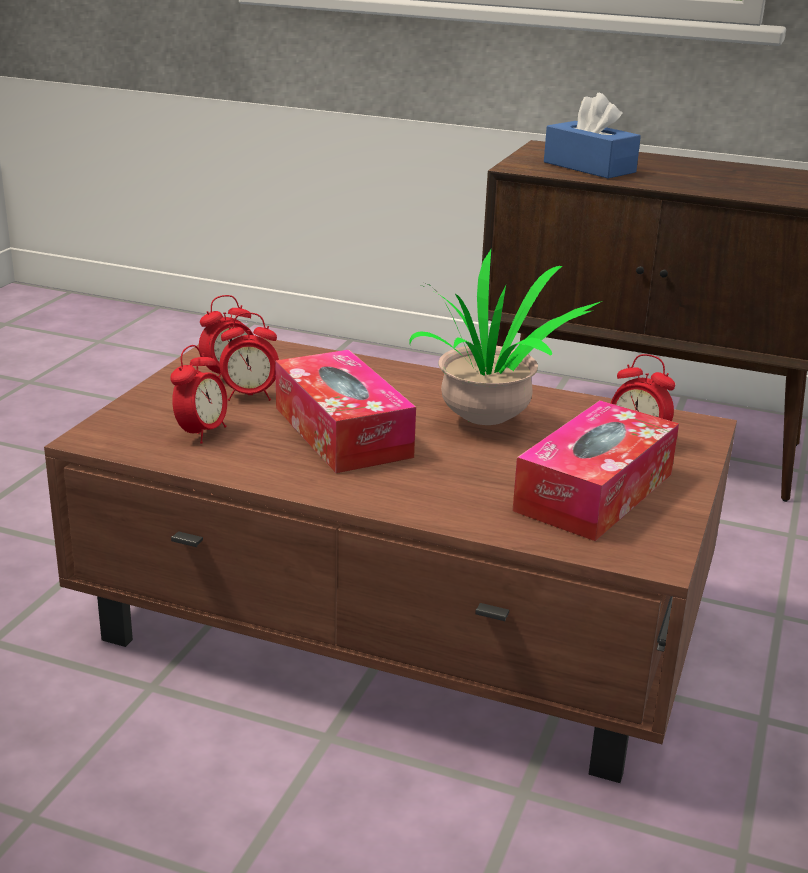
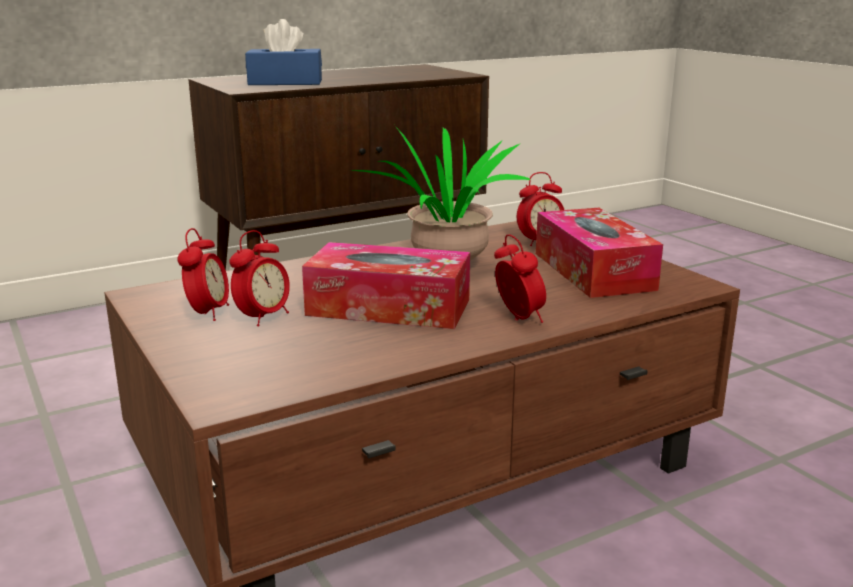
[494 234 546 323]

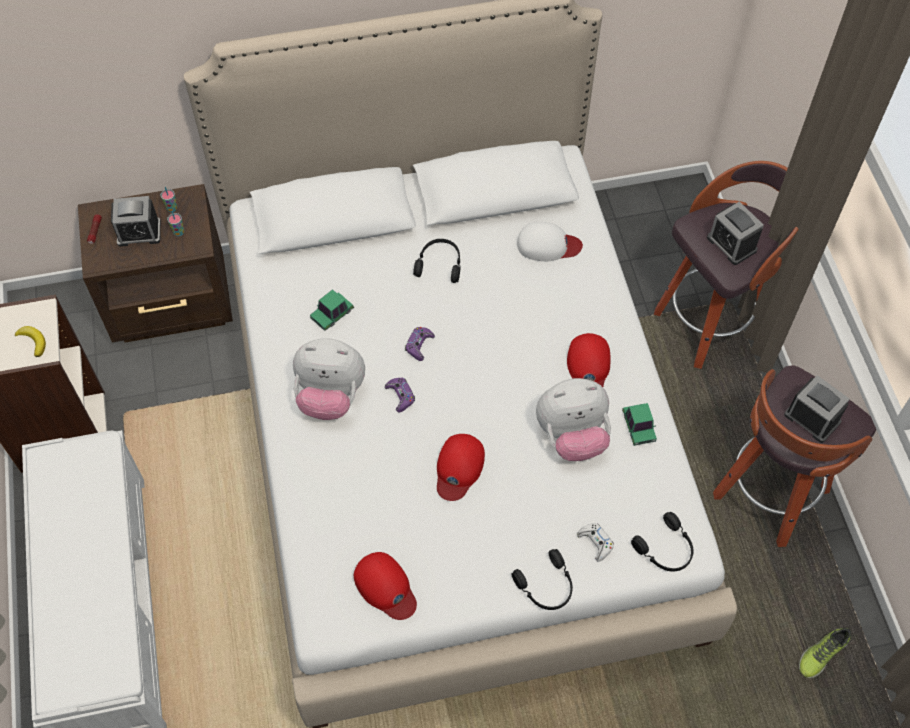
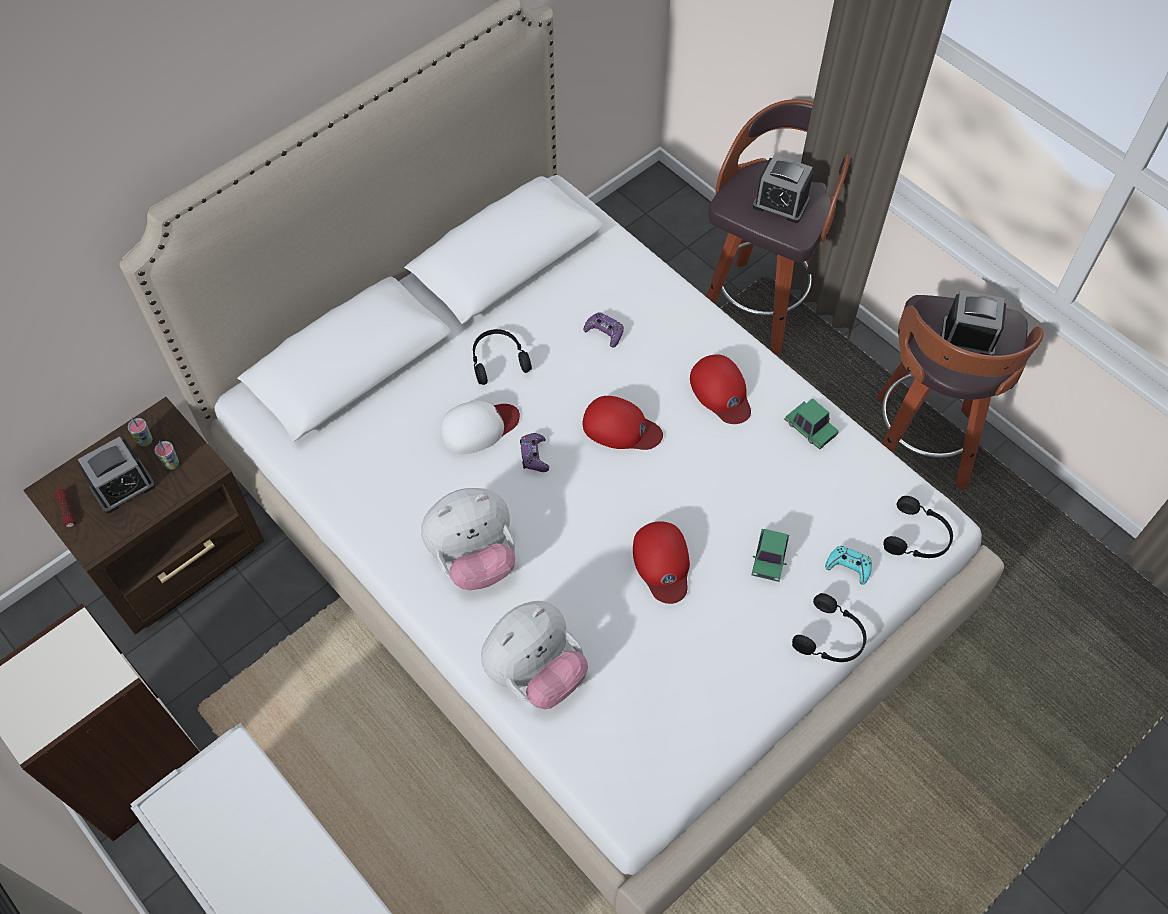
[441 401 520 454]
[752 529 789 582]
[15 326 46 357] (first image)
[583 312 624 348]
[481 601 588 709]
[825 546 872 585]
[583 396 663 450]
[799 628 851 678] (first image)

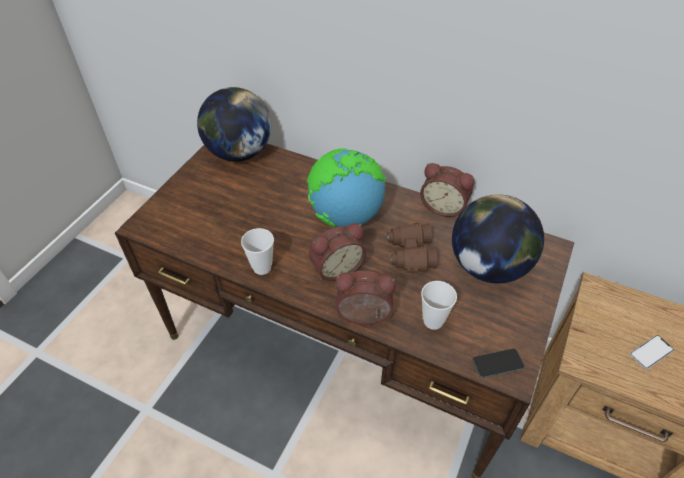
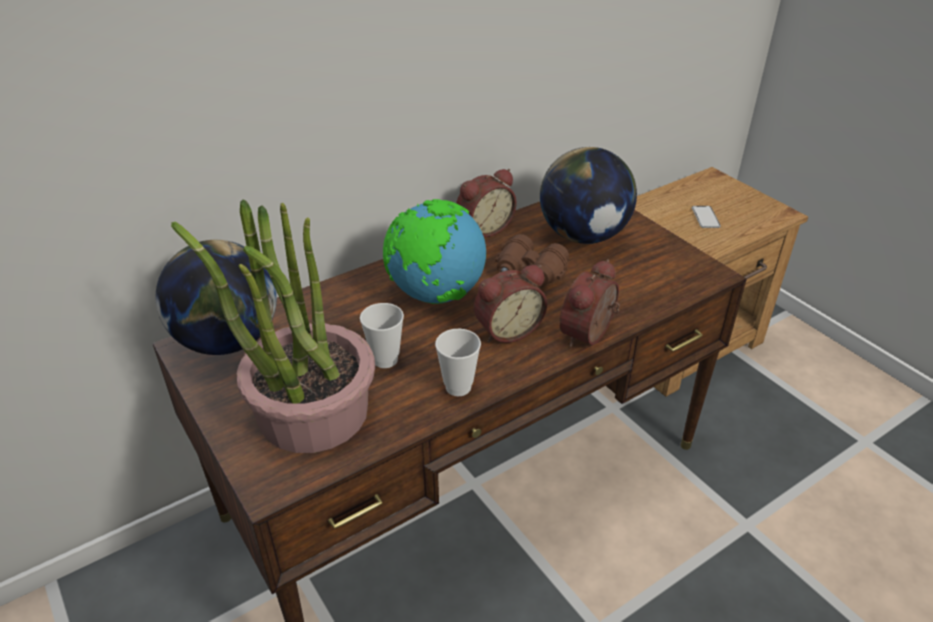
[474 265 547 343]
[360 303 404 368]
[472 348 525 378] (first image)
[171 200 375 453]

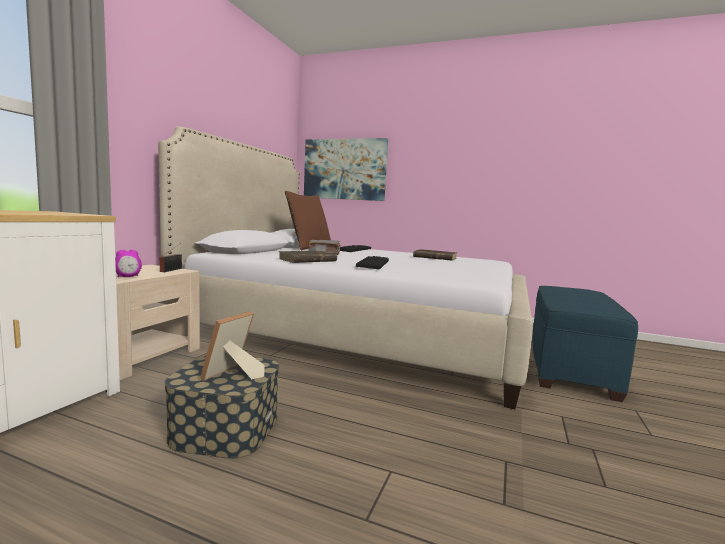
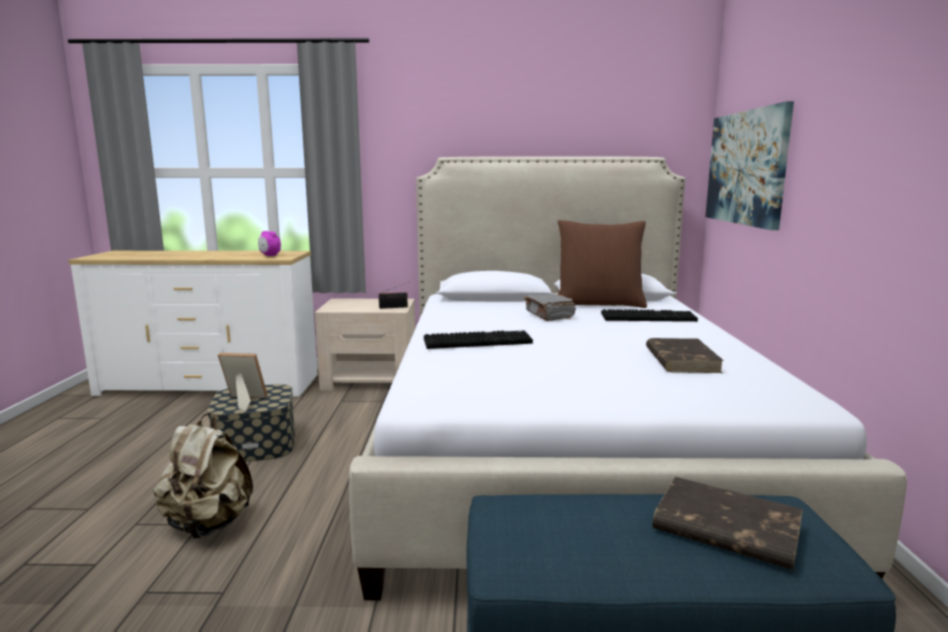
[258 231 281 256]
[652 477 803 570]
[153 413 253 539]

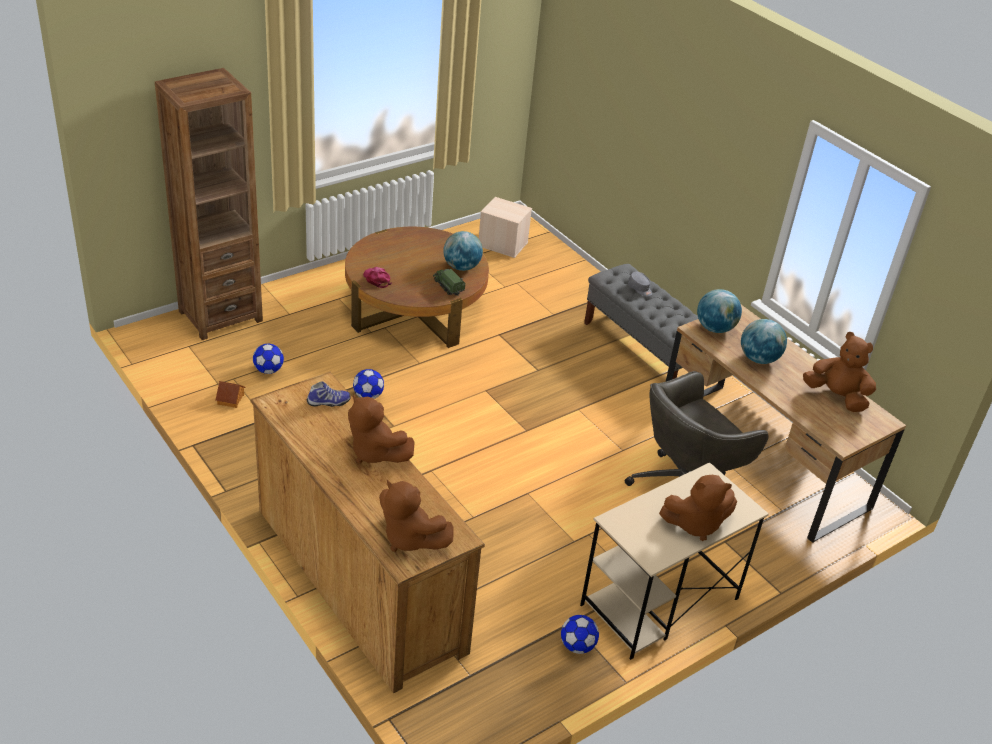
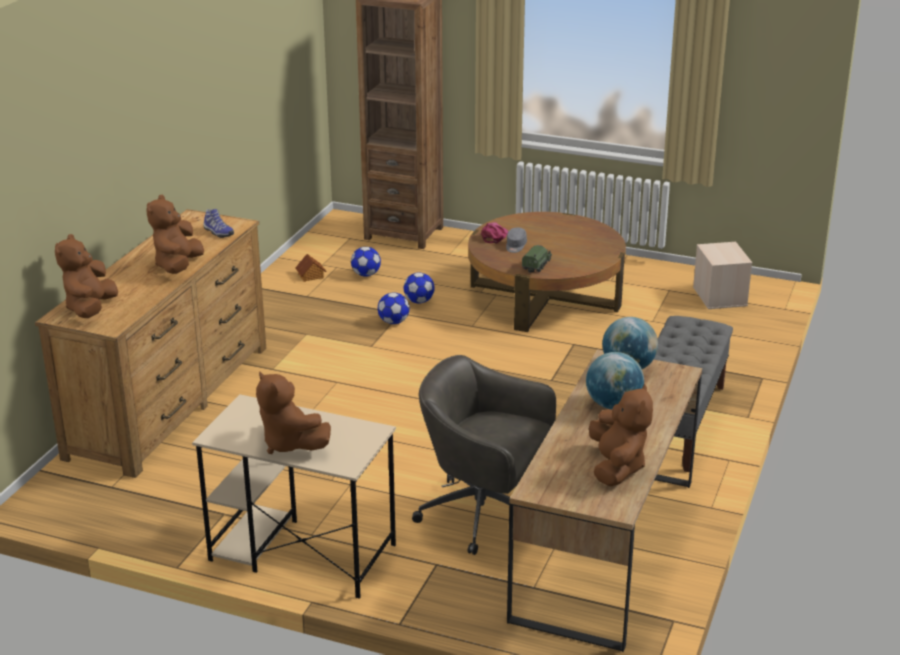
[444 231 483 271] (first image)
[506 227 527 253]
[404 272 435 303]

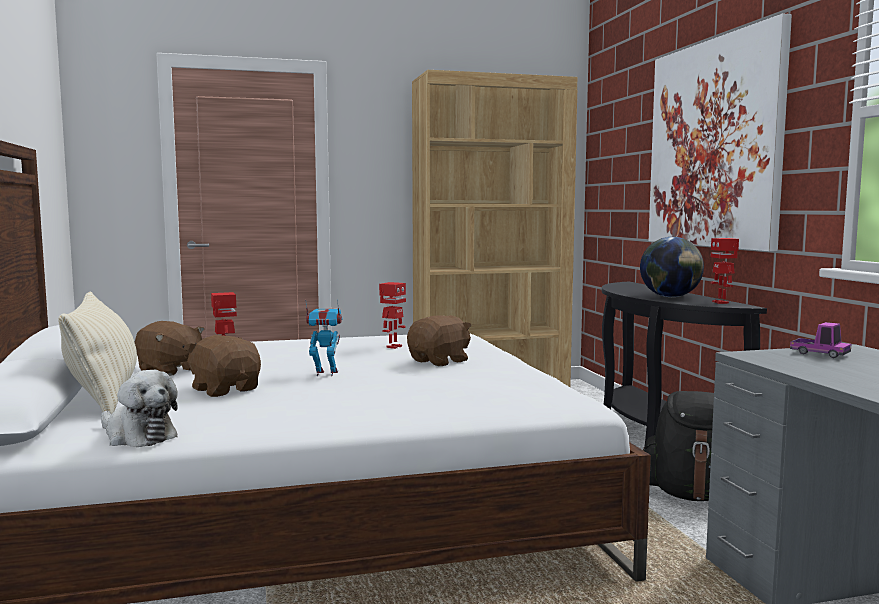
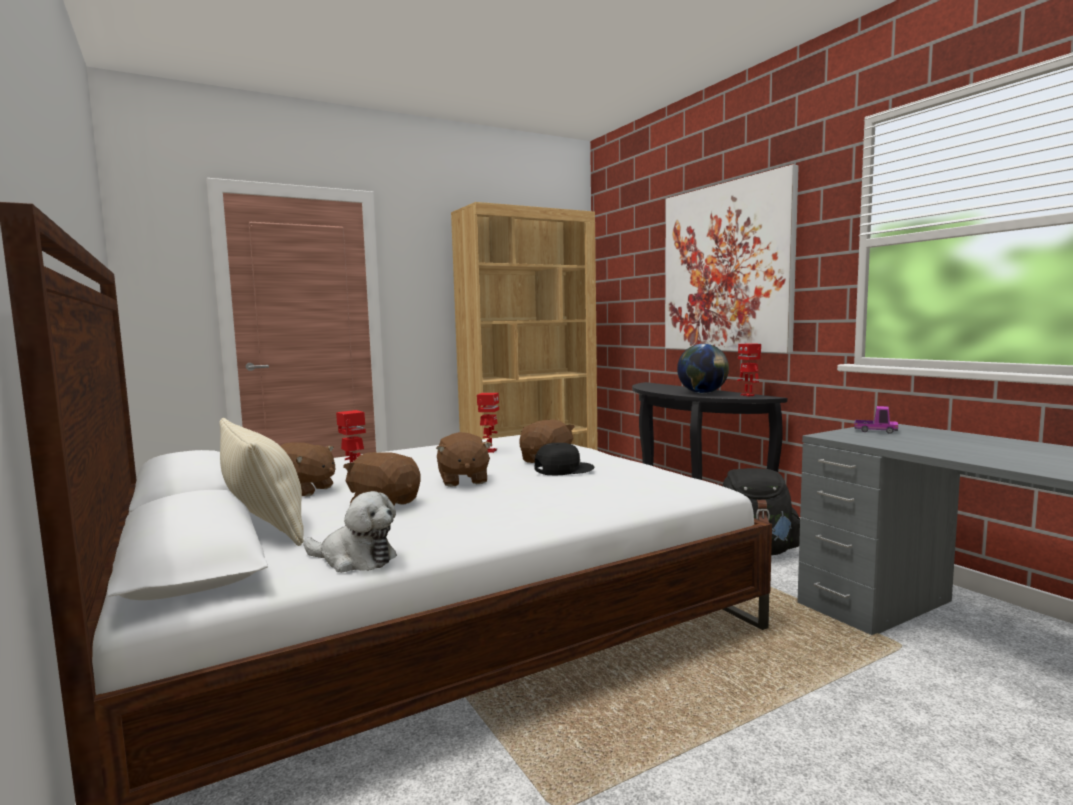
[436 432 492 487]
[535 443 594 475]

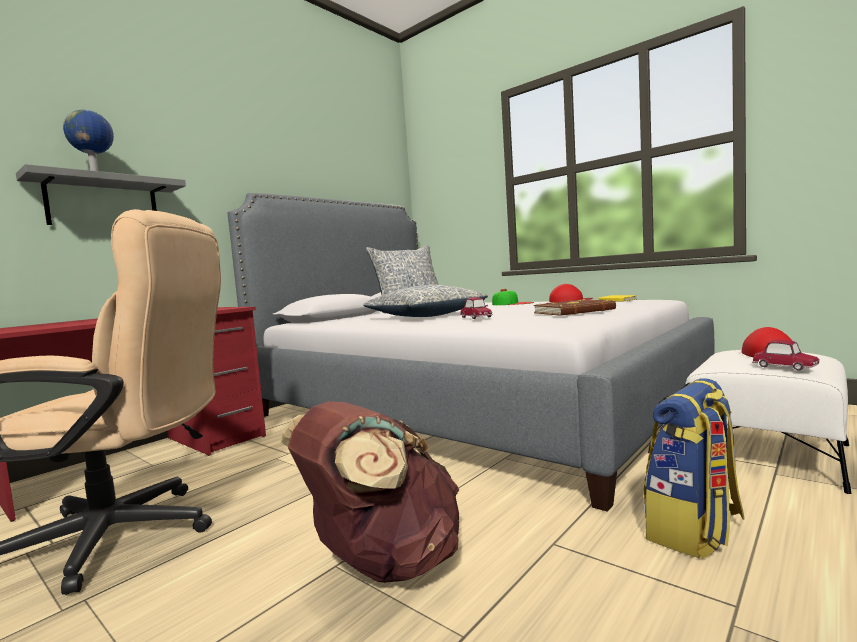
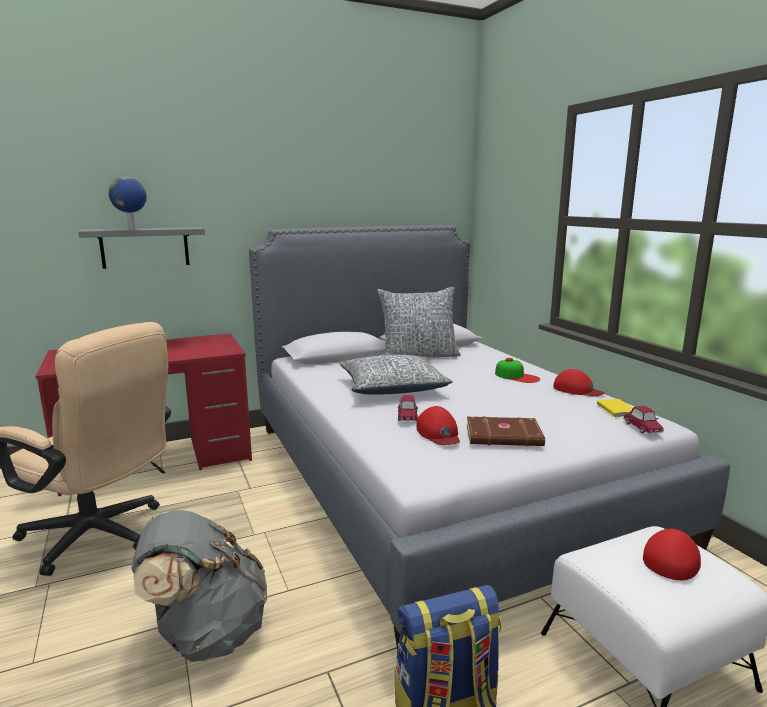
[623 406 664 434]
[131 510 267 662]
[416 406 460 445]

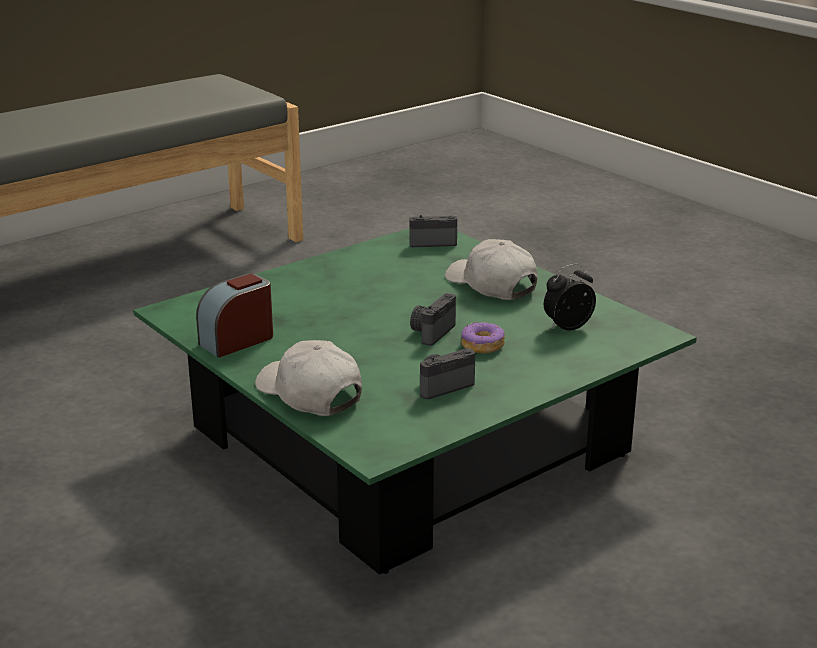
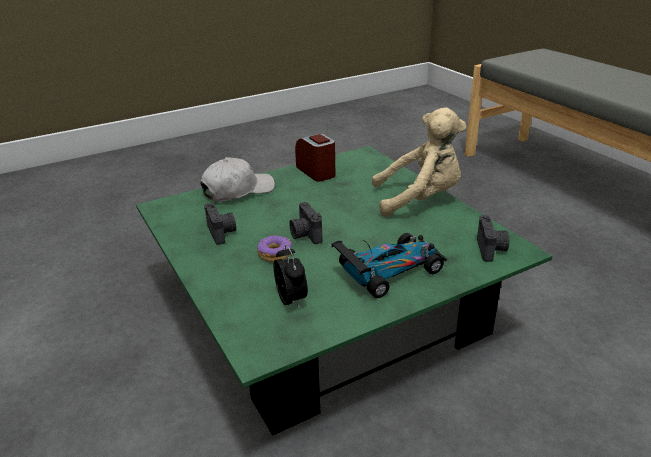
[332 233 447 298]
[289 202 322 244]
[372 107 466 217]

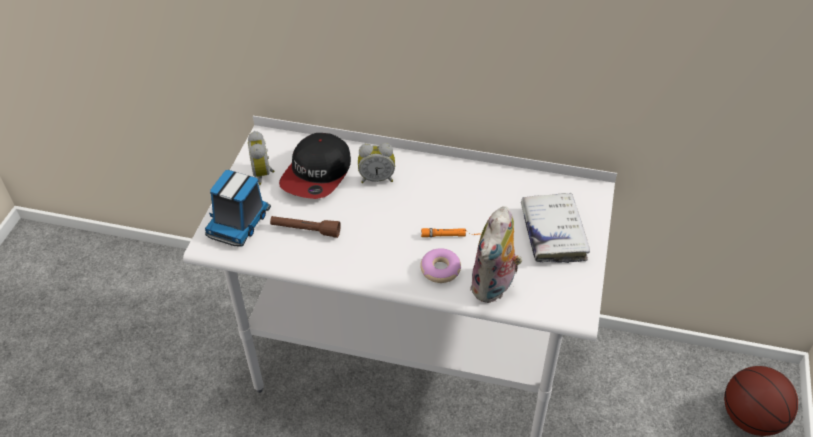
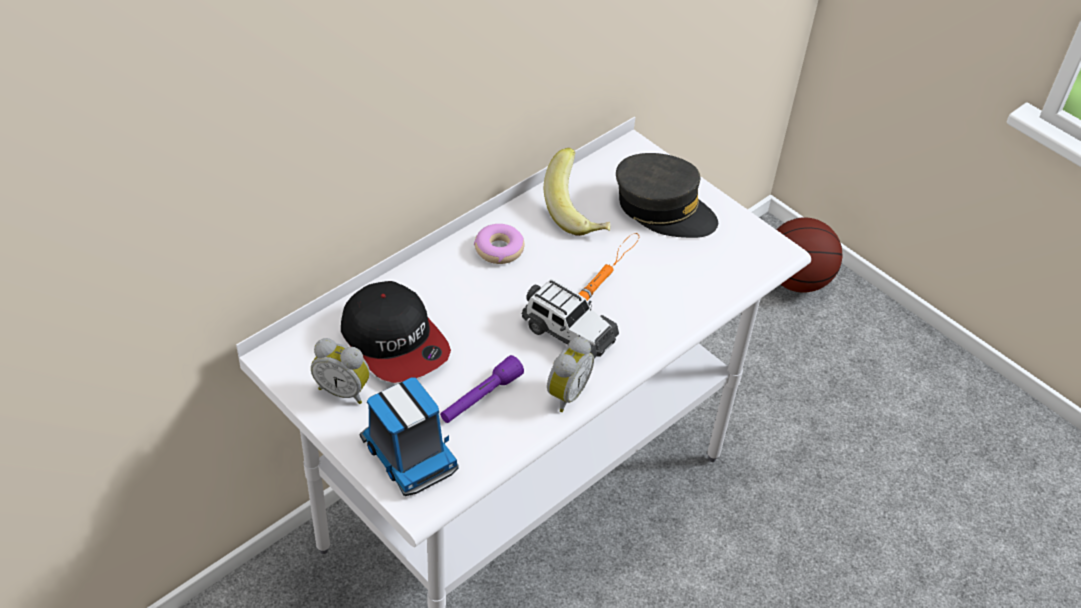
[547 337 594 412]
[616 153 718 238]
[470 206 522 303] (first image)
[440 355 524 423]
[474 224 524 264]
[544 148 611 236]
[521 279 619 359]

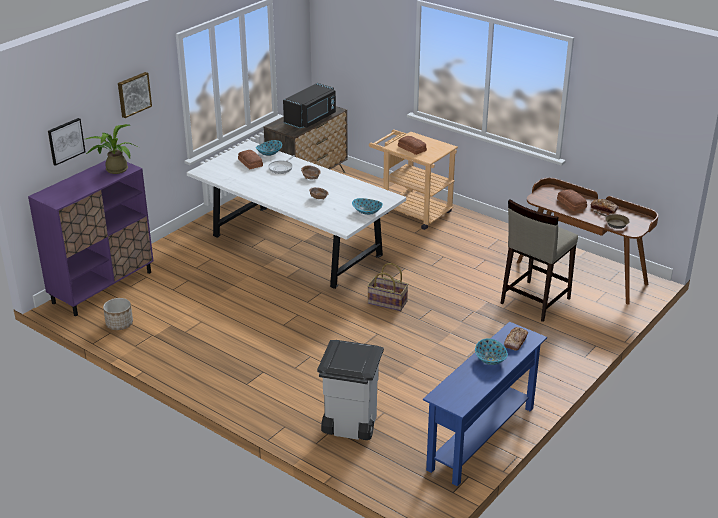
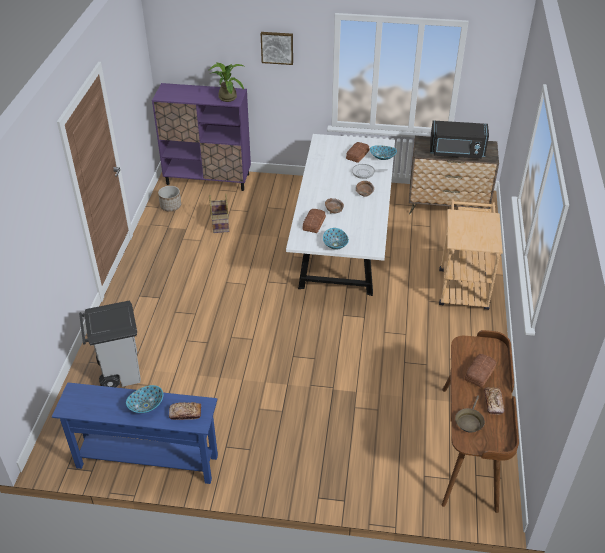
[48 118 85 166] (first image)
[302 209 326 233]
[500 200 578 322] (first image)
[209 194 229 233]

